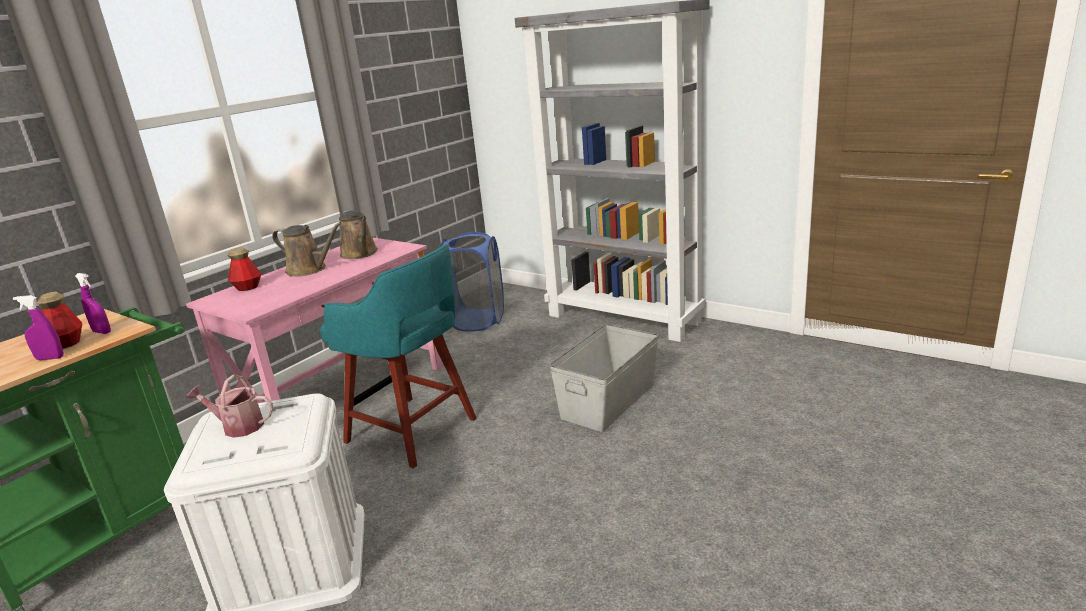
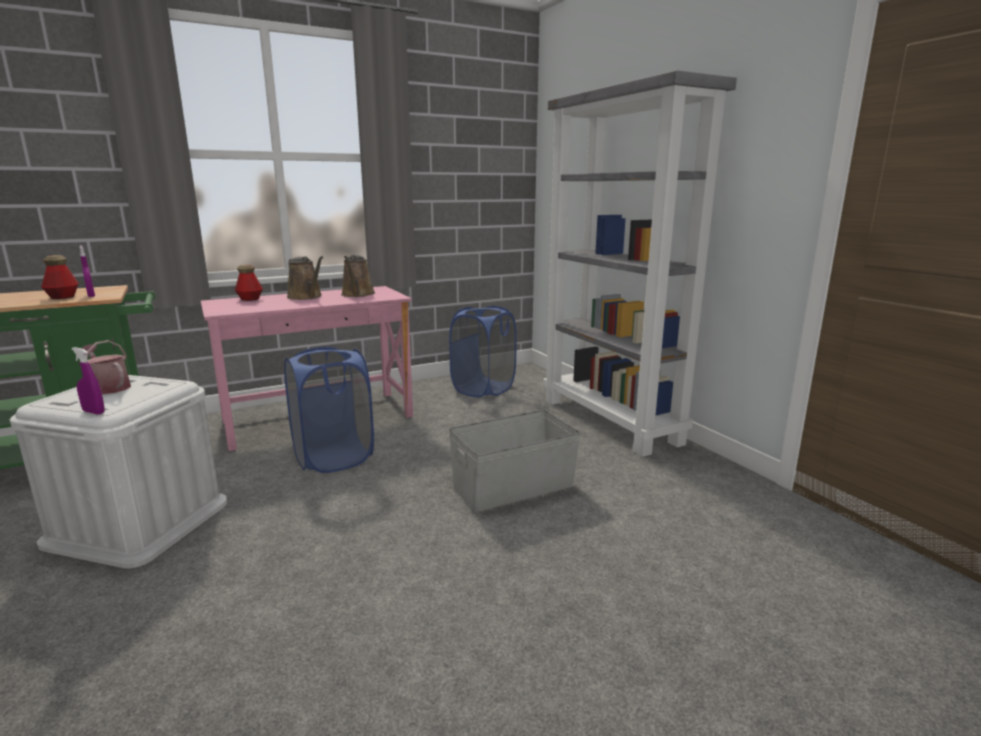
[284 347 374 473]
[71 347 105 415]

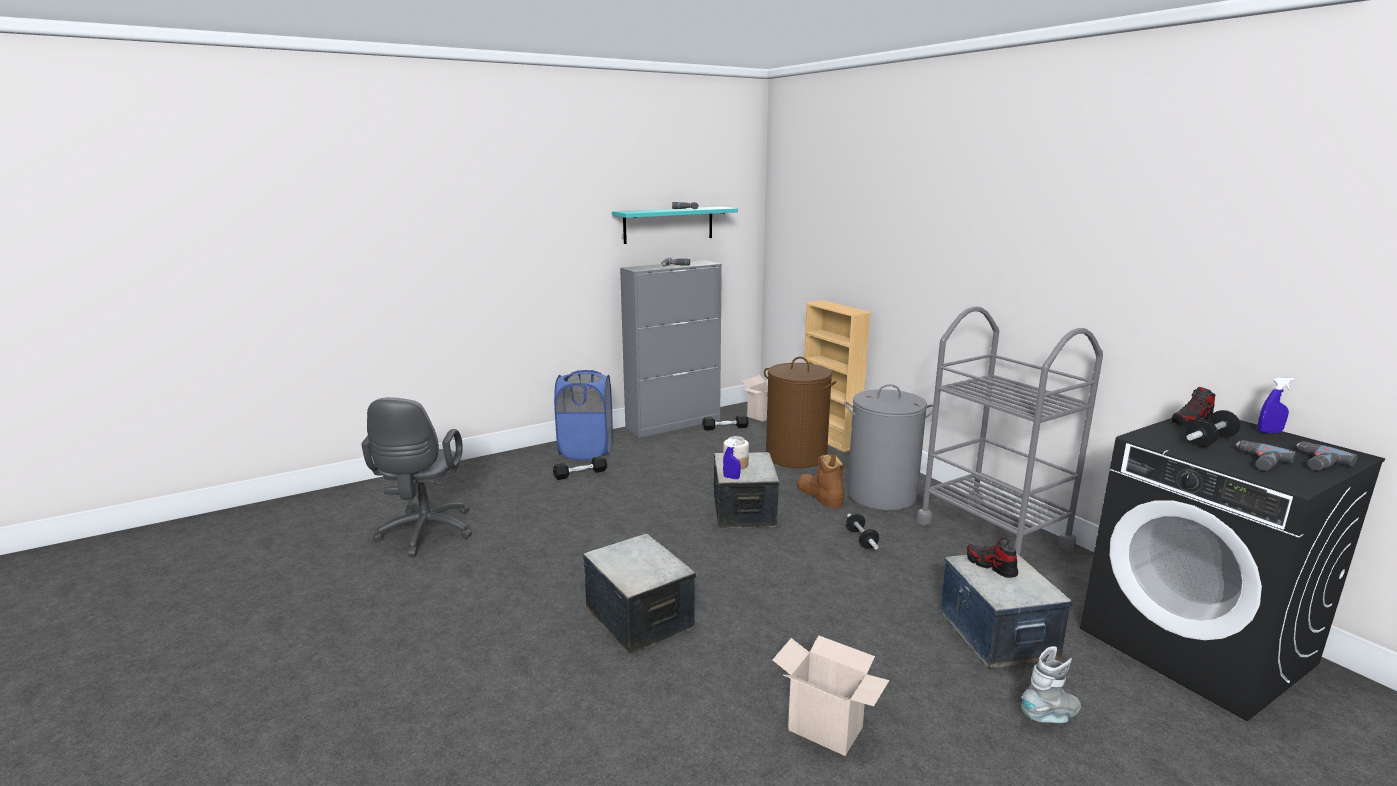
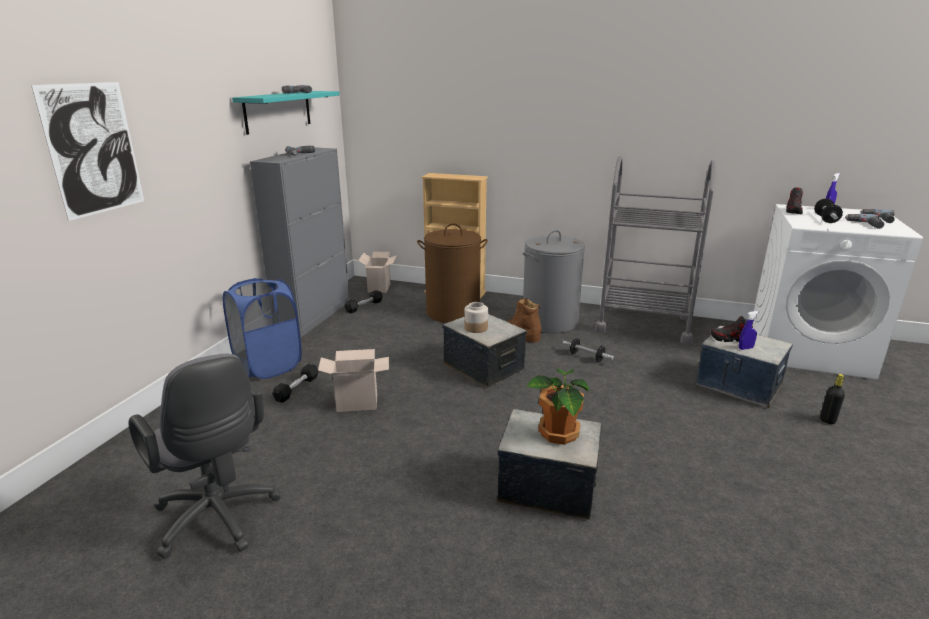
[752 204 923 380]
[739 311 760 350]
[318 349 389 412]
[820 374 845 424]
[31 82 144 221]
[526 368 589 445]

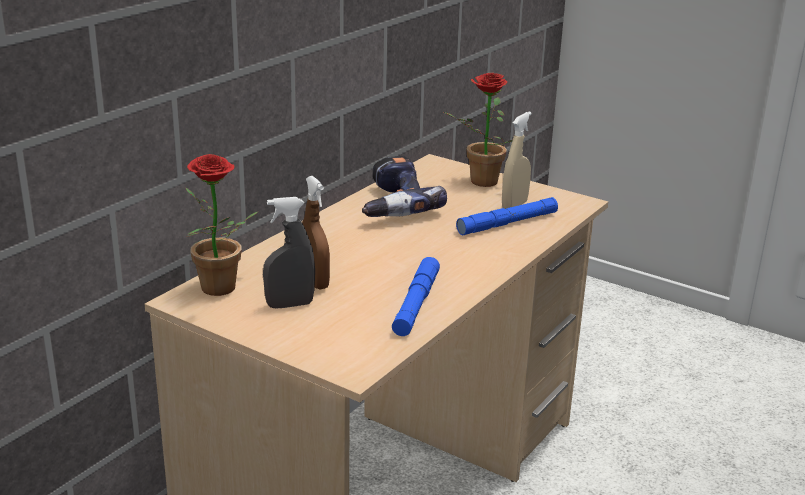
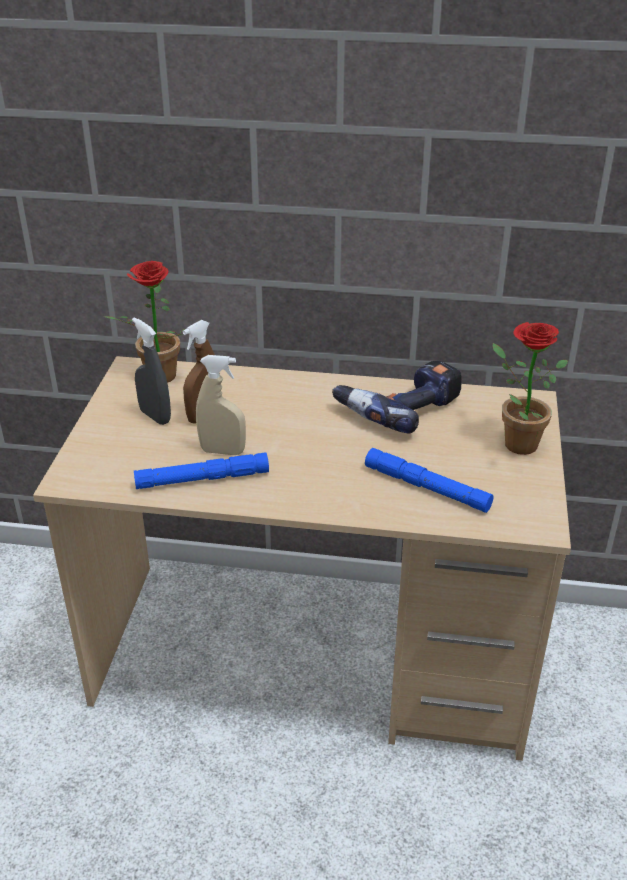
[196 355 246 455]

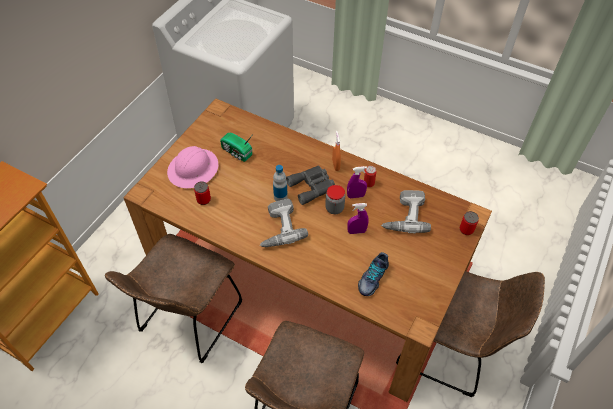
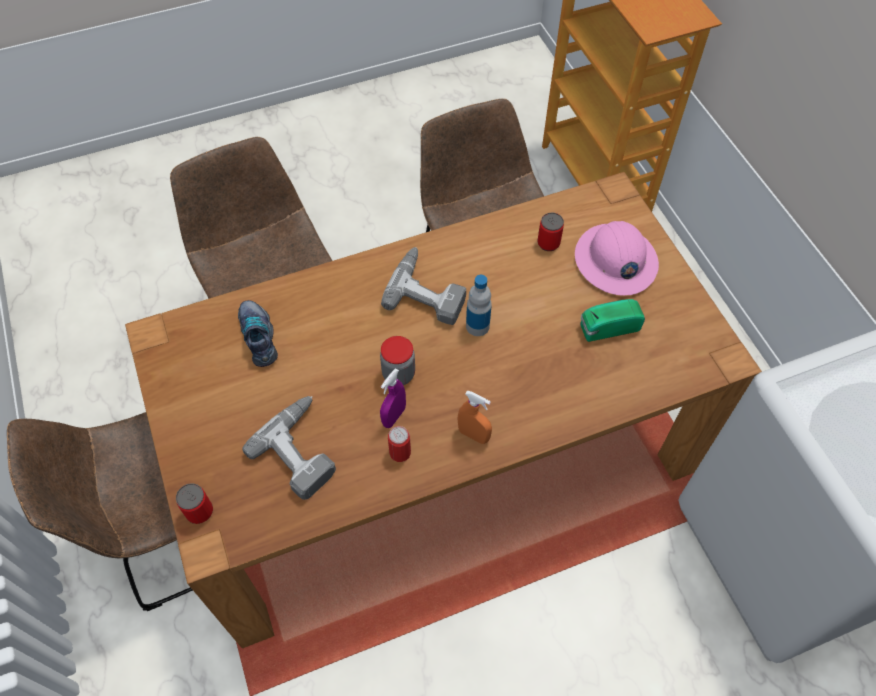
[286 166 335 205] (first image)
[347 203 368 234] (first image)

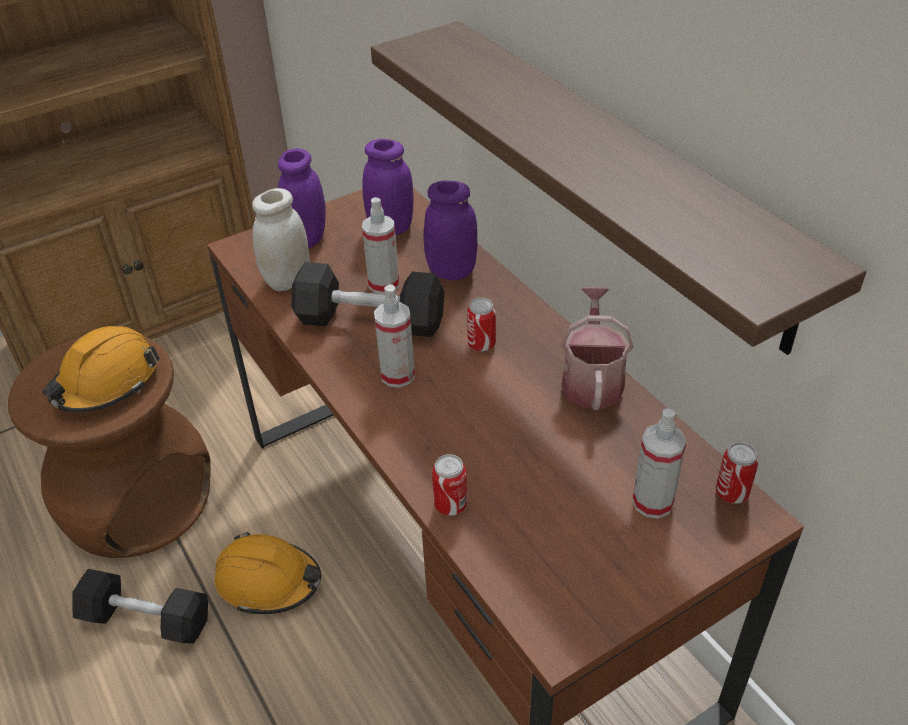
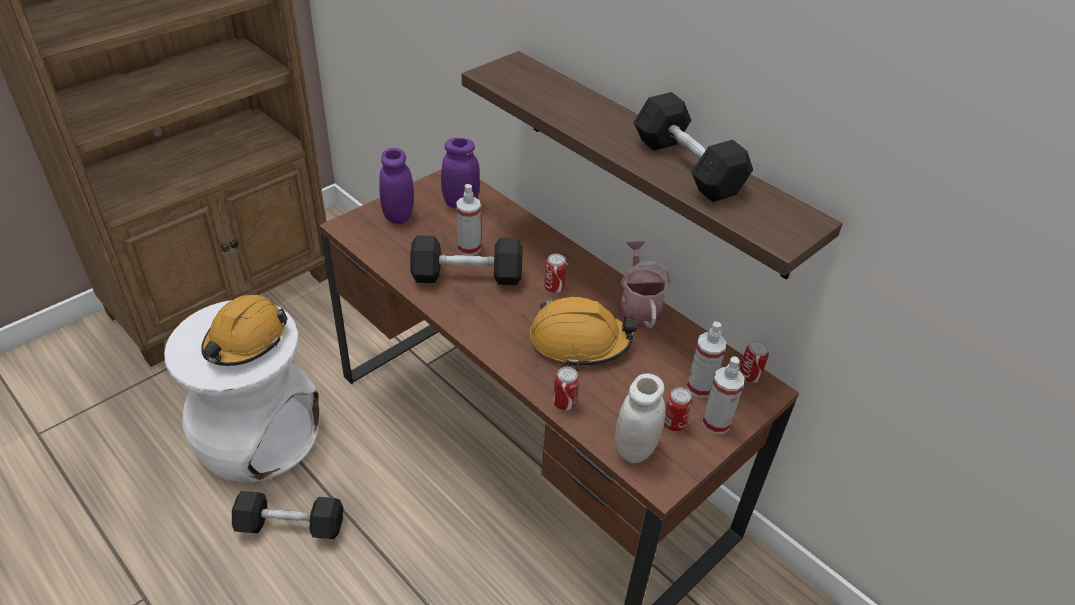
[423 181 478 281] (first image)
[615 373 666 463]
[702 357 745 434]
[164 300 319 482]
[530 297 638 368]
[633 92 753 202]
[664 387 692 431]

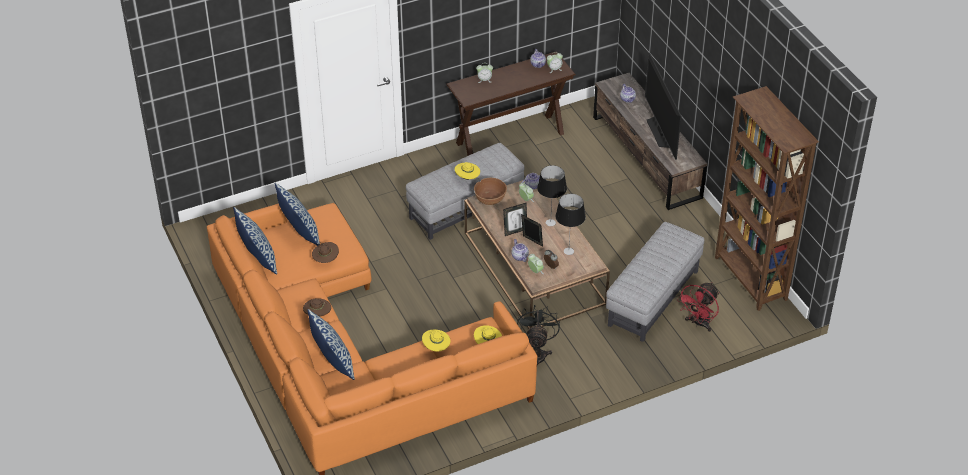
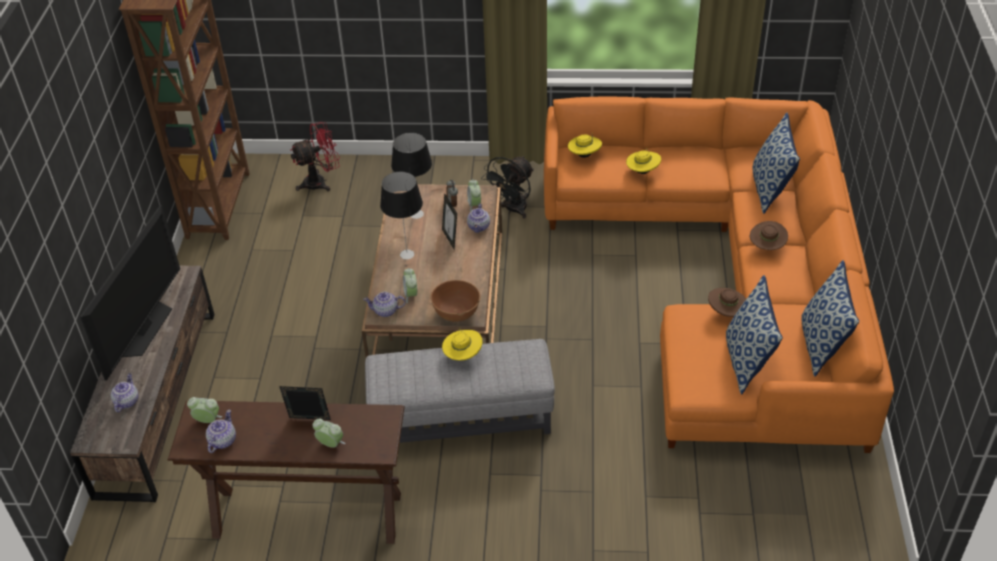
[279 386 331 420]
[606 222 704 342] (first image)

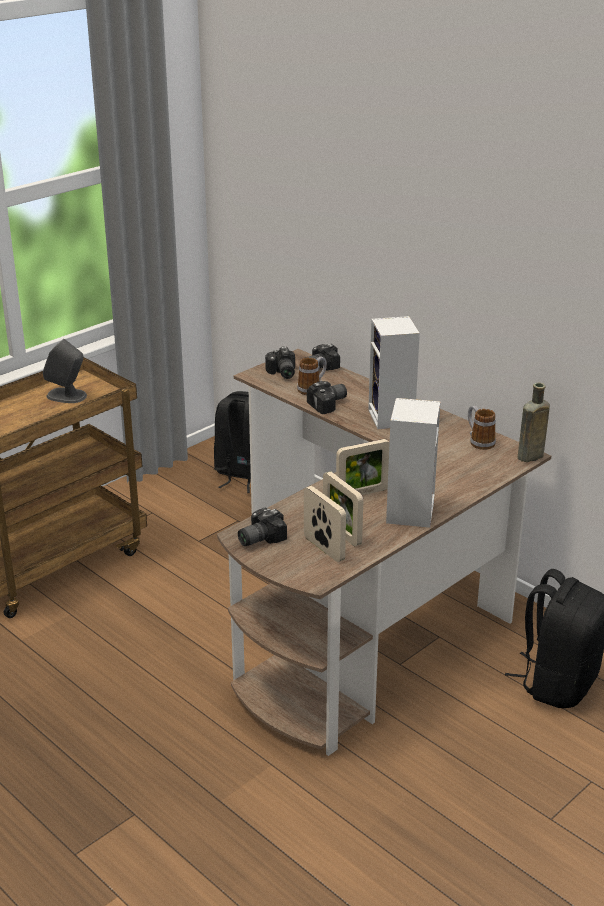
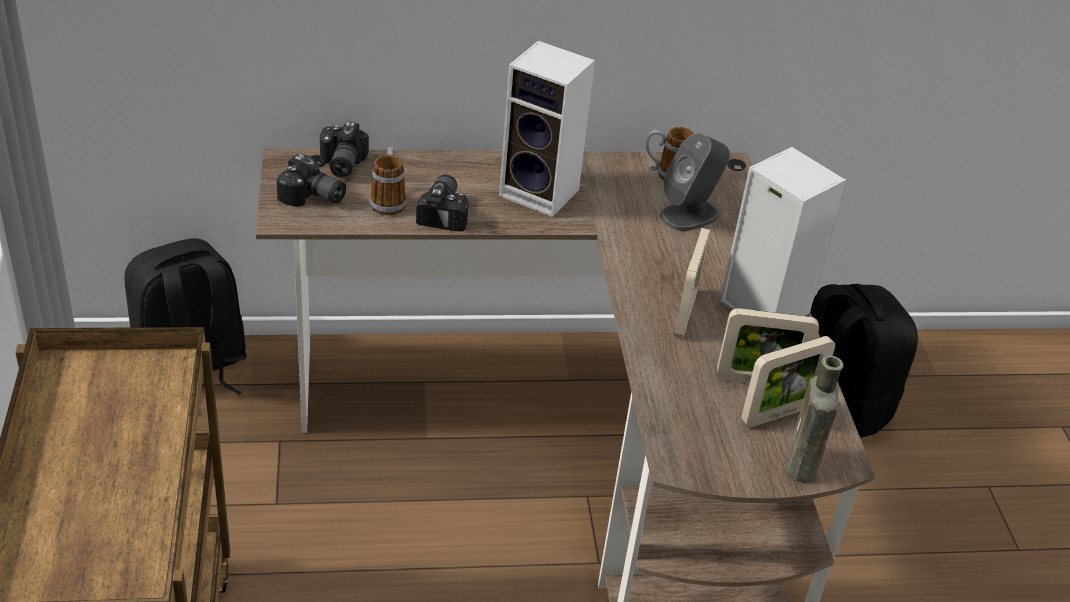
[660 133 730 231]
[787 355 843 483]
[741 336 835 428]
[238 508 287 546] (first image)

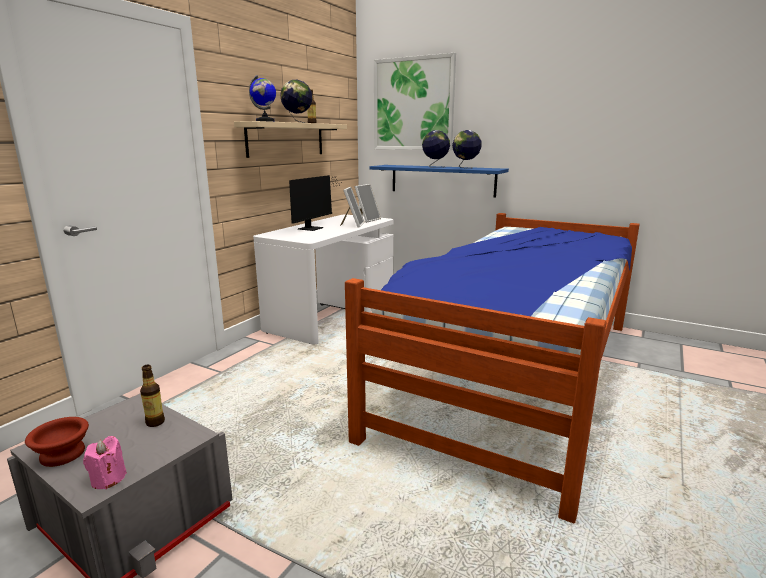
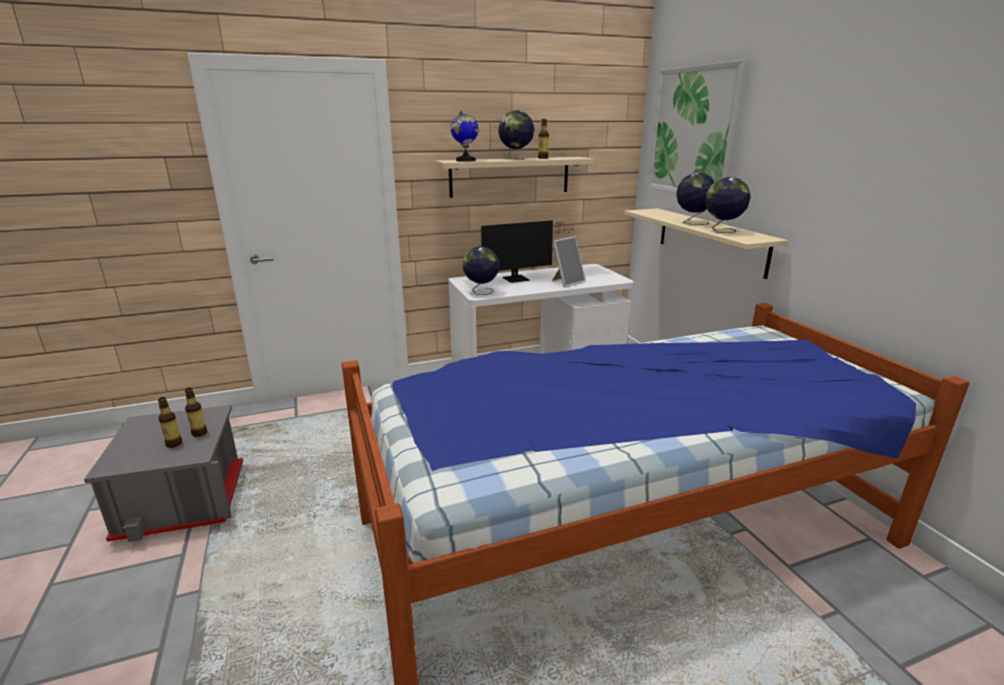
[624 208 788 279]
[355 184 381 223] (first image)
[25 417 89 467] (first image)
[83 436 127 489] (first image)
[463 246 499 295]
[158 397 182 448]

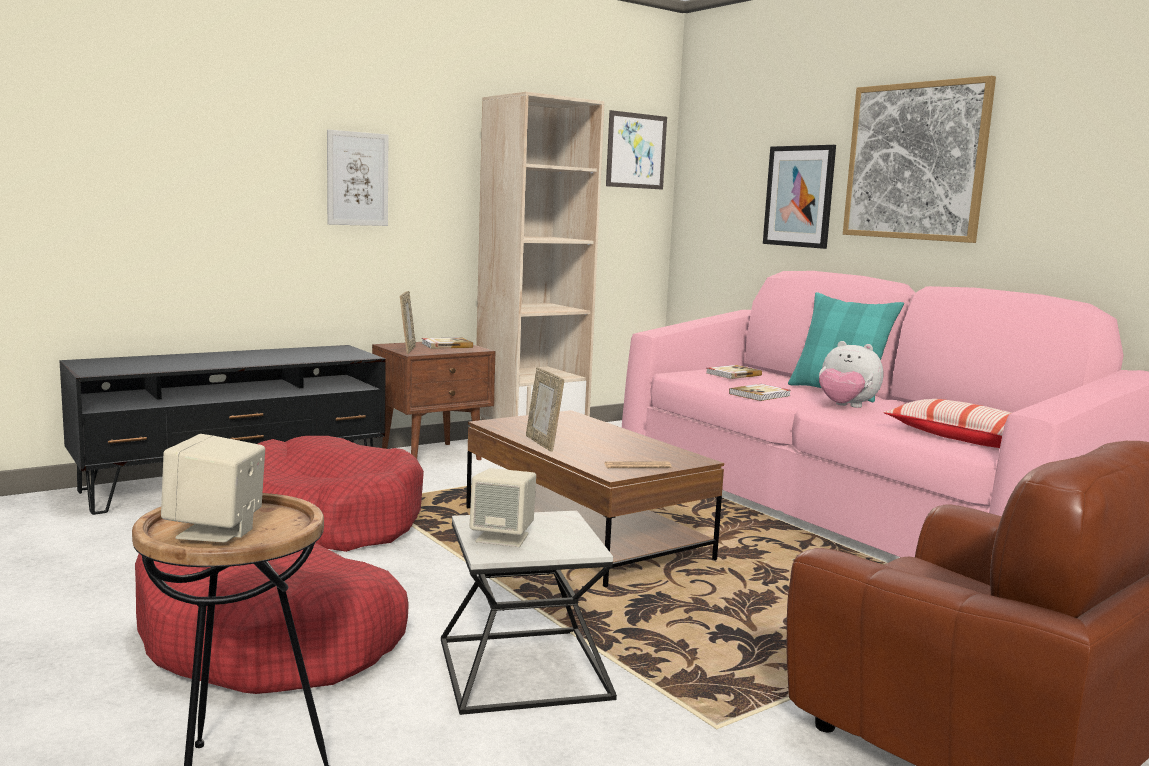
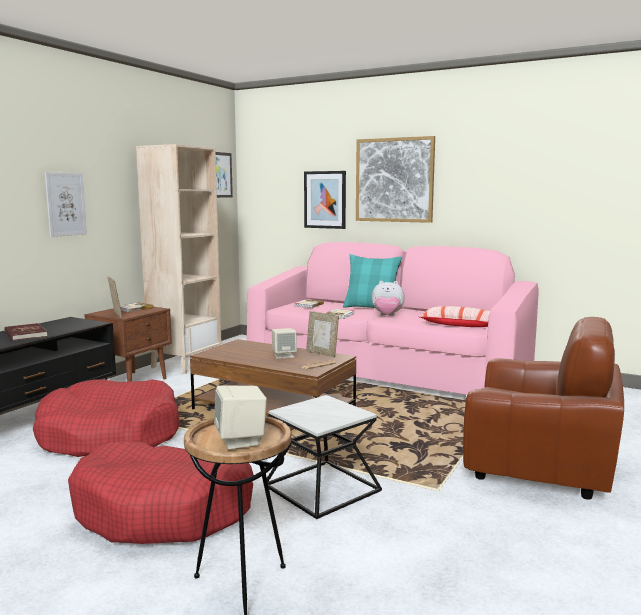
[306 311 339 358]
[272 328 297 359]
[4 323 47 341]

